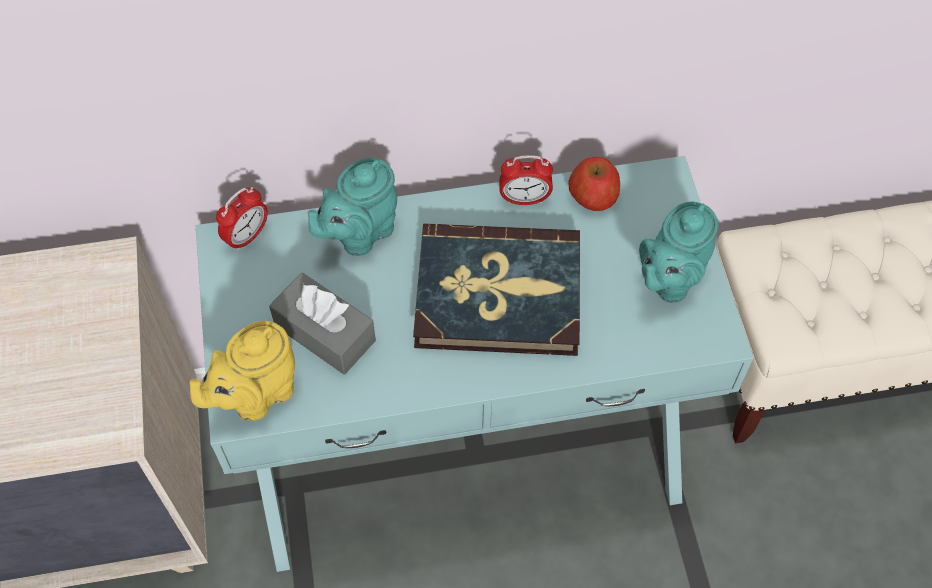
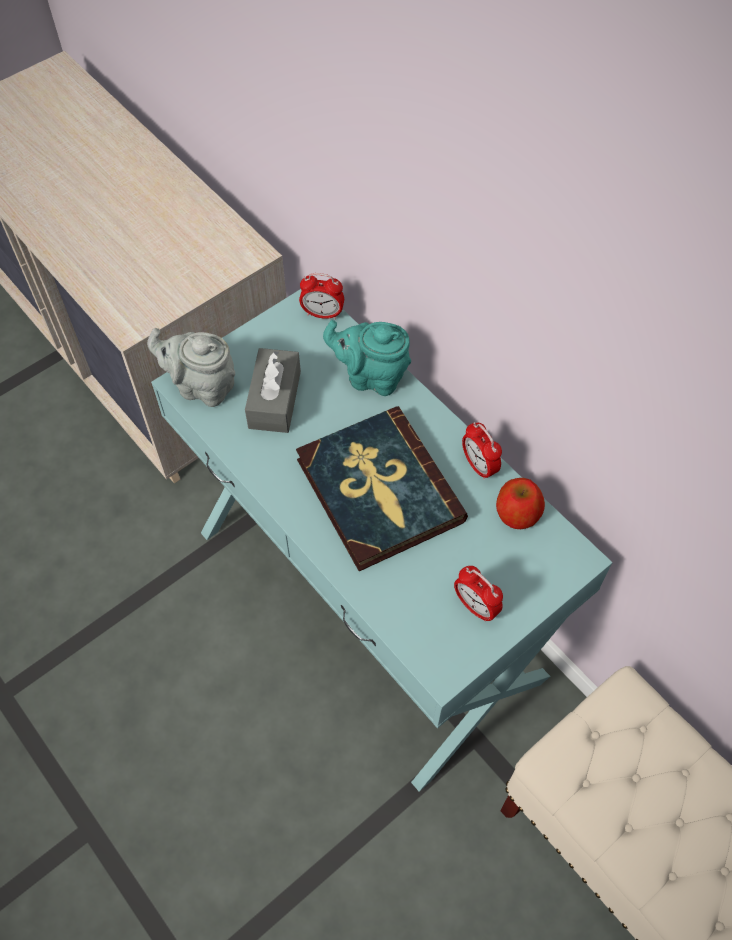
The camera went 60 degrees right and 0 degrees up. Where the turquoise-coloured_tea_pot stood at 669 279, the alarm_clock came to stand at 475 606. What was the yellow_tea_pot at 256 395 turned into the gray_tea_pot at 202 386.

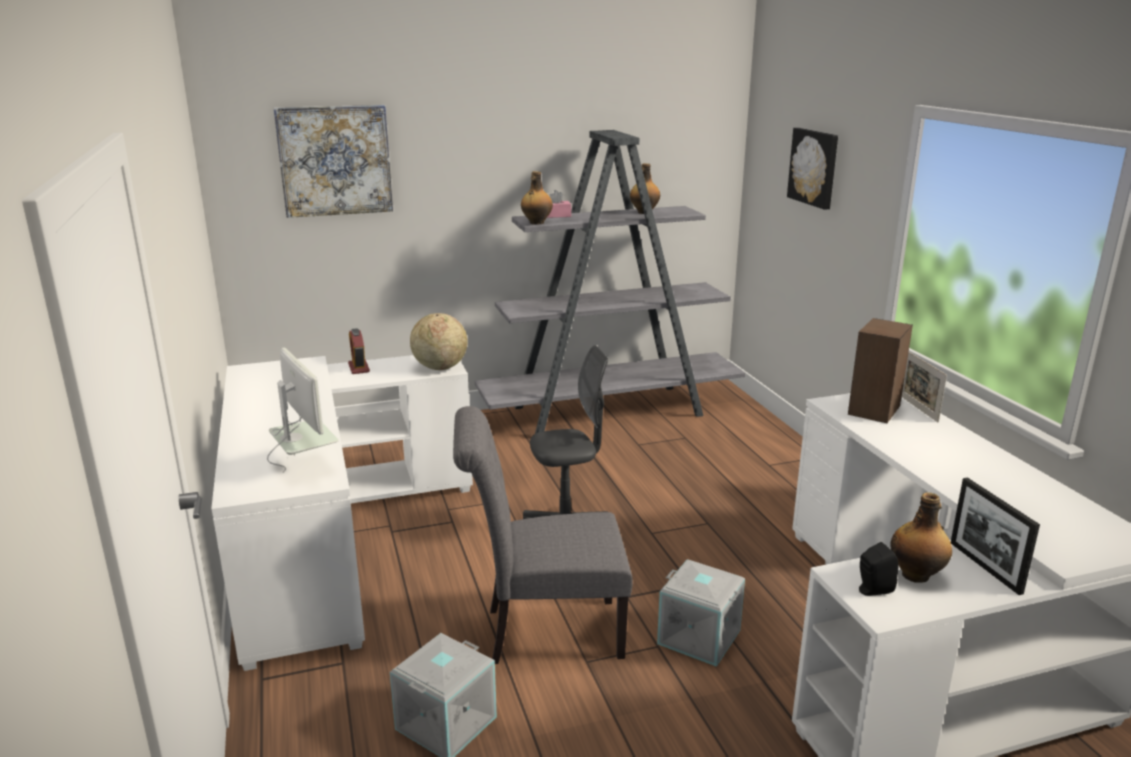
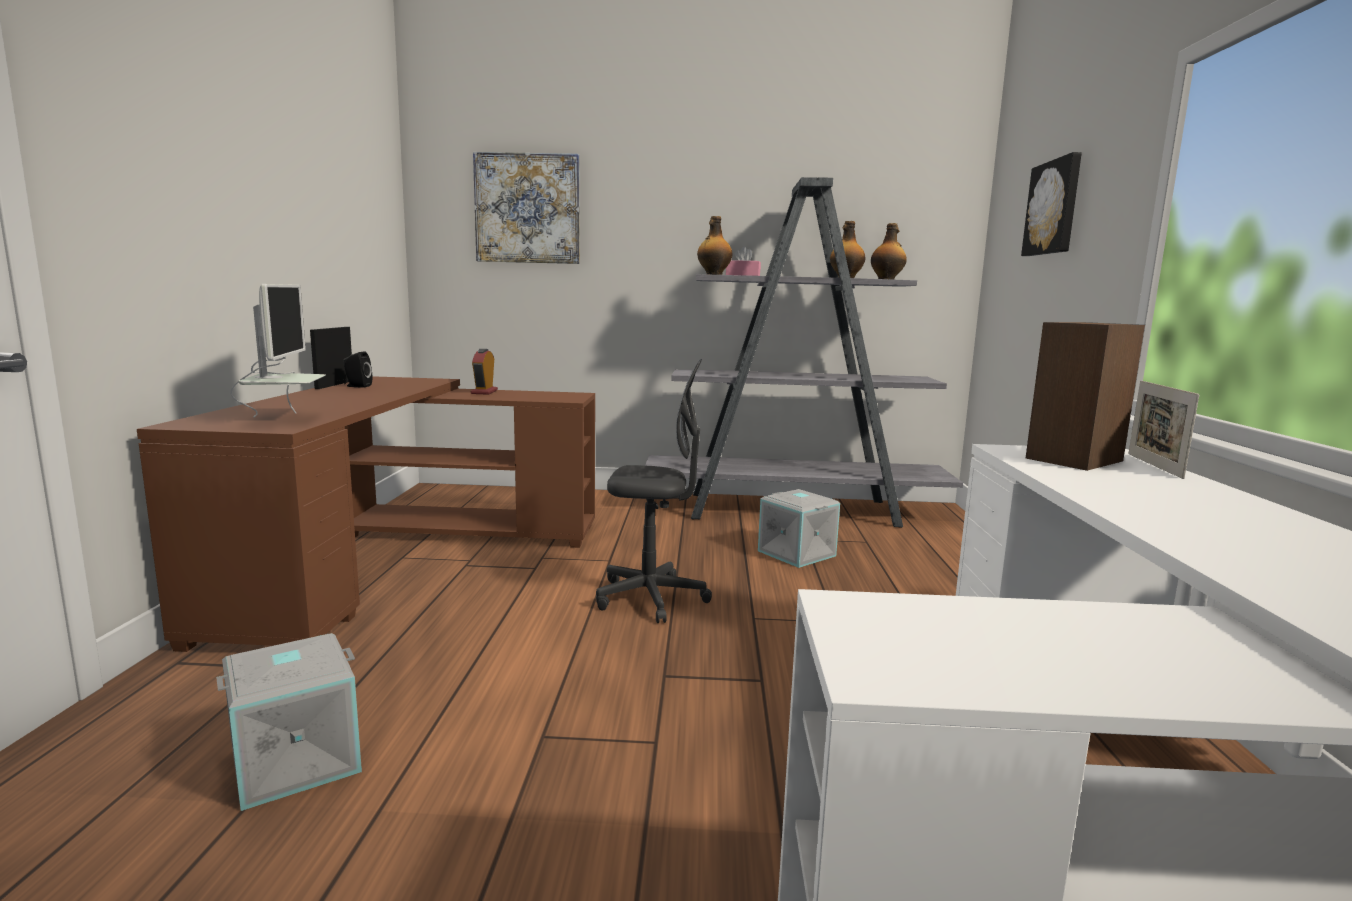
The camera went 20 degrees right and 10 degrees down. The second view lost the globe at 440 368. What was the white-coloured_desk_unit at 329 538 turned into the brownish_desk_unit at 401 559. The second view lost the gray_chair at 544 632. The standing_frame ended up elsewhere, having gone from 985 567 to 335 384. The bottle ended up elsewhere, having gone from 916 575 to 887 279. The blackish_speaker ended up elsewhere, having gone from 872 590 to 357 386. The gray_storage_box ended up elsewhere, having gone from 700 636 to 798 553.

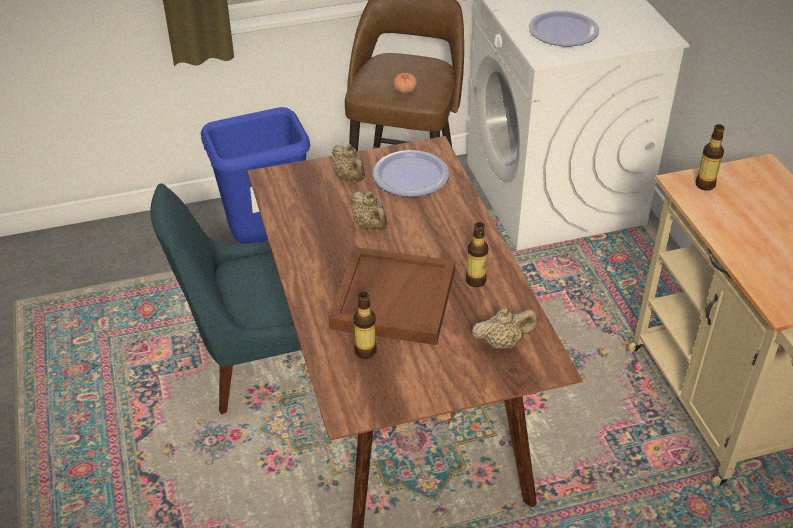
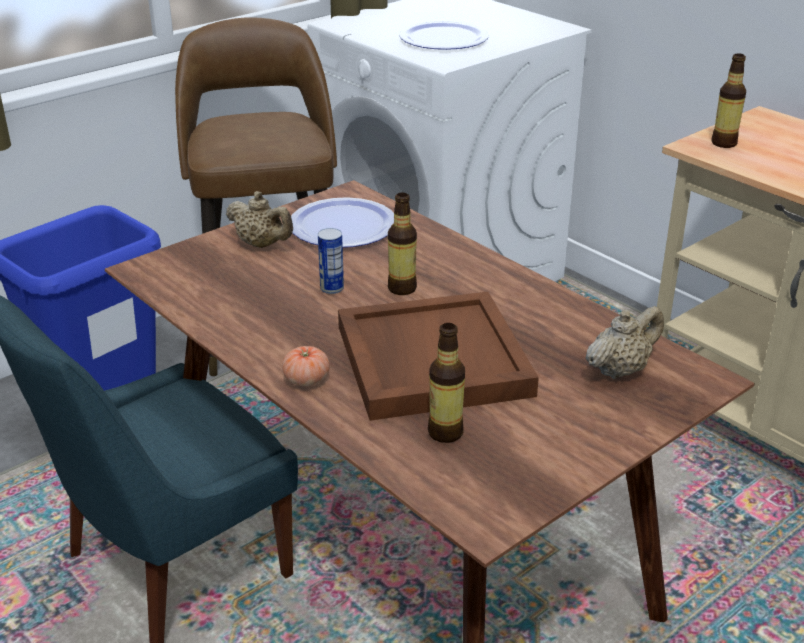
The camera went 25 degrees left and 10 degrees down. The tomato ended up elsewhere, having gone from 405 90 to 306 380. Where the beige-coloured_tea_pot stood at 370 225, the metal_can came to stand at 332 288. The bottle ended up elsewhere, having gone from 475 281 to 402 288.

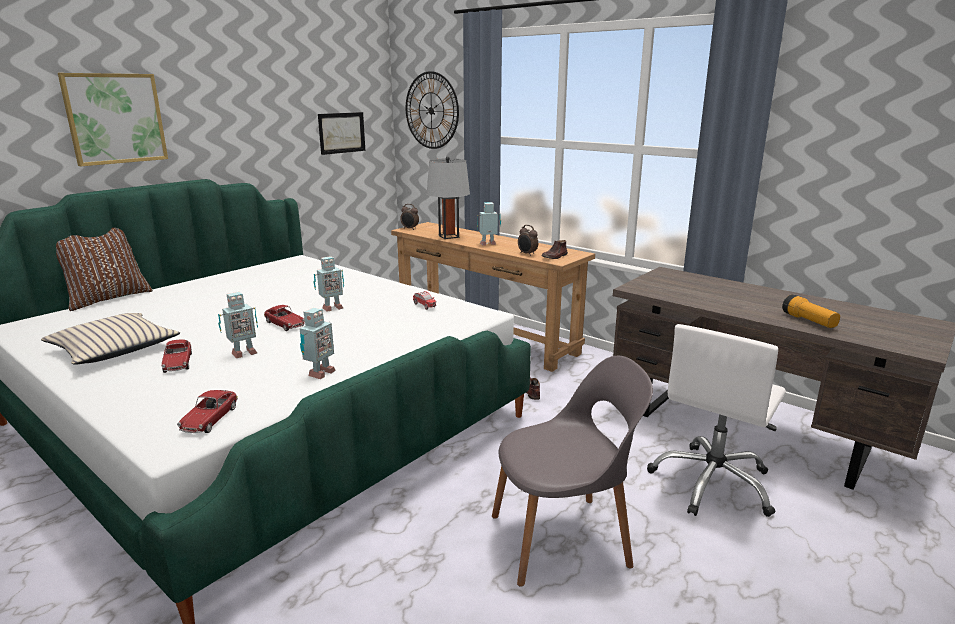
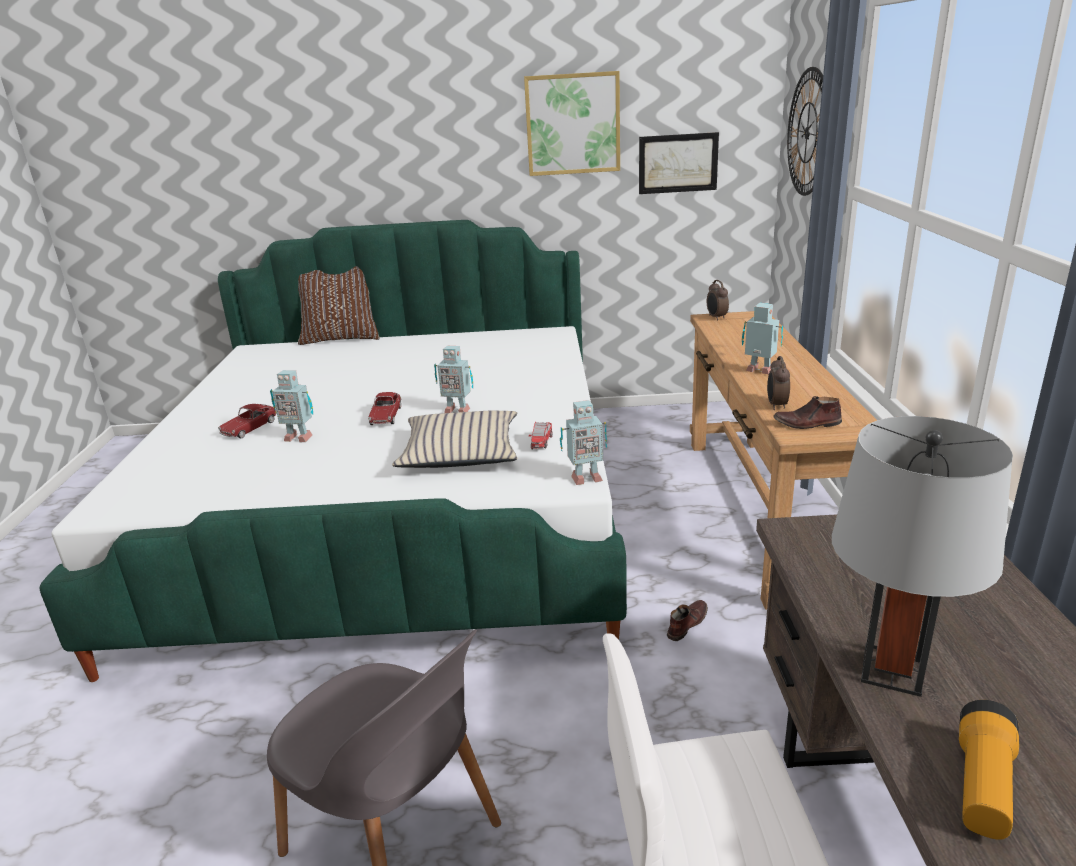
The camera went 50 degrees right and 5 degrees up. The picture ended up elsewhere, having gone from 115 118 to 573 124. The gray_table_lamp ended up elsewhere, having gone from 448 236 to 891 670. The toy_robot ended up elsewhere, having gone from 319 373 to 585 478. The beige-coloured_cushion ended up elsewhere, having gone from 113 349 to 460 453. The second view lost the toy_car at 210 419.

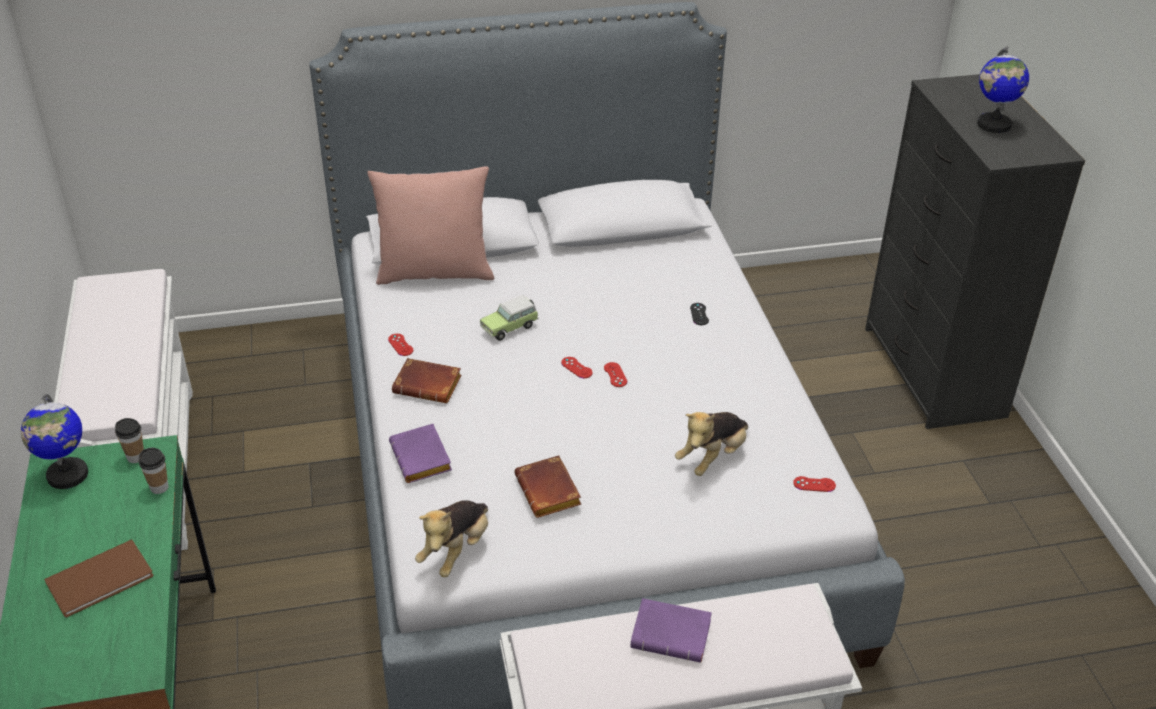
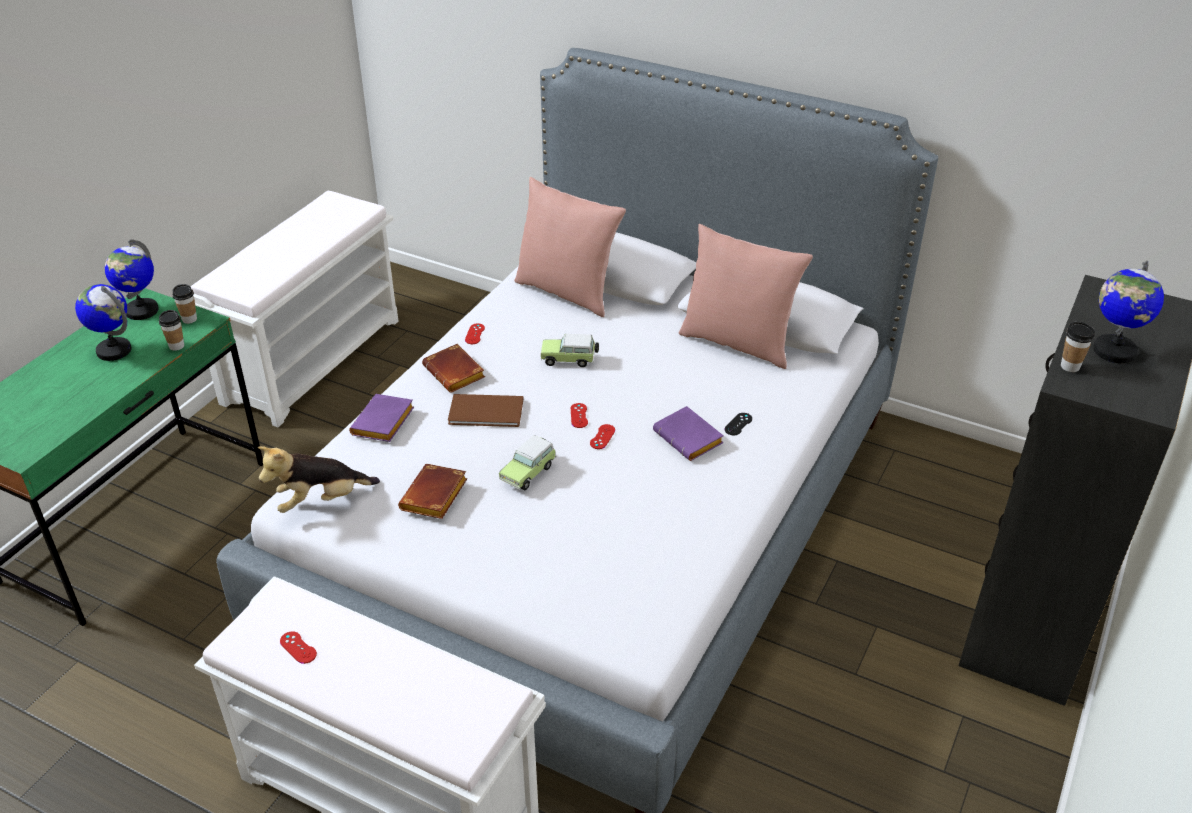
The camera went 40 degrees right and 0 degrees up. The second view lost the cuddly_toy at 712 457. The red_gamepad ended up elsewhere, having gone from 814 484 to 298 647. The brownish_book ended up elsewhere, having gone from 103 579 to 488 413. The purplish_book ended up elsewhere, having gone from 673 634 to 690 439. The second view gained the pink-coloured_cushion at 738 343. The second view gained the globe at 114 350. The second view gained the drinking_cup at 1070 366. The second view gained the toy_car at 529 472.

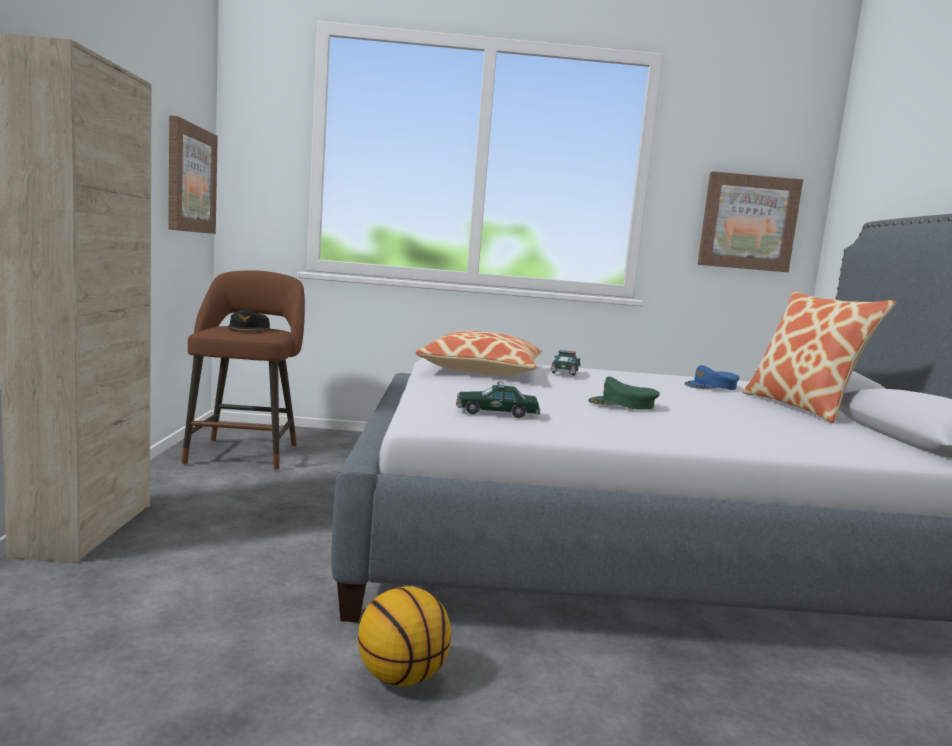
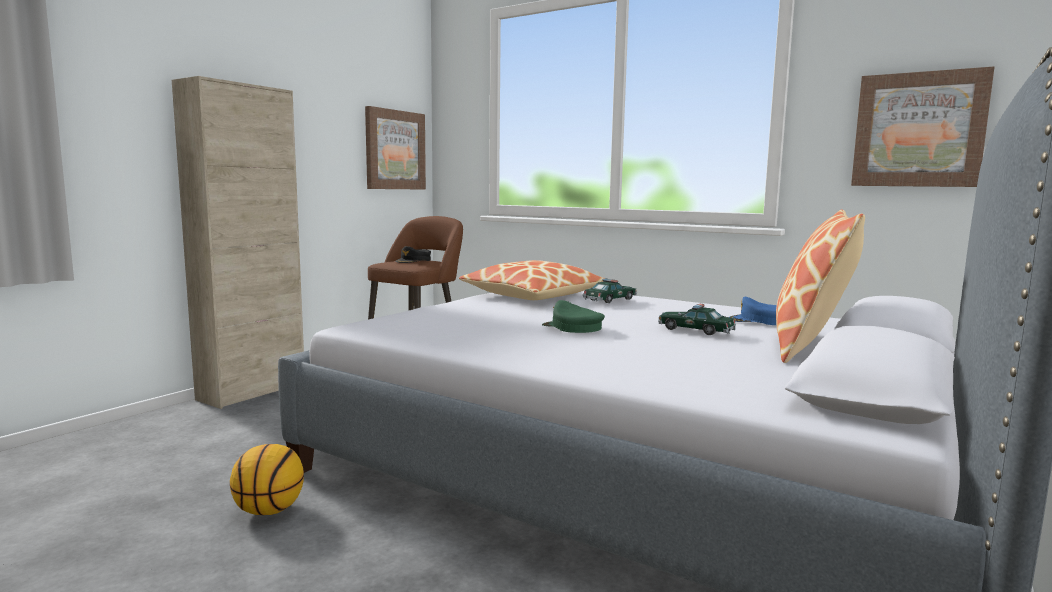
The camera went 35 degrees right and 0 degrees up. The toy_car ended up elsewhere, having gone from 496 412 to 695 330.

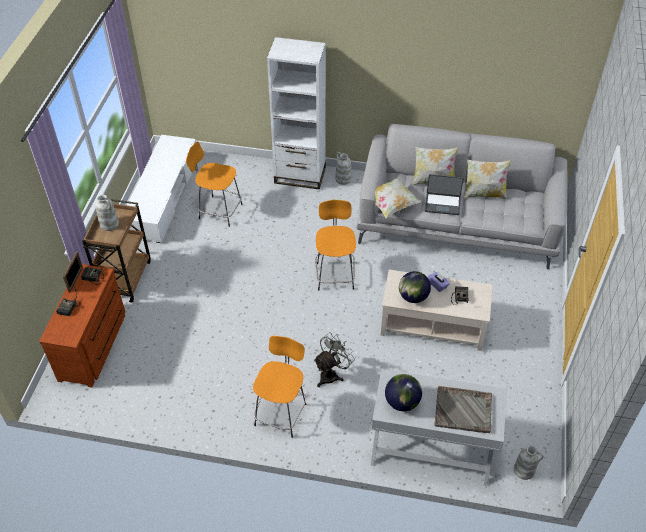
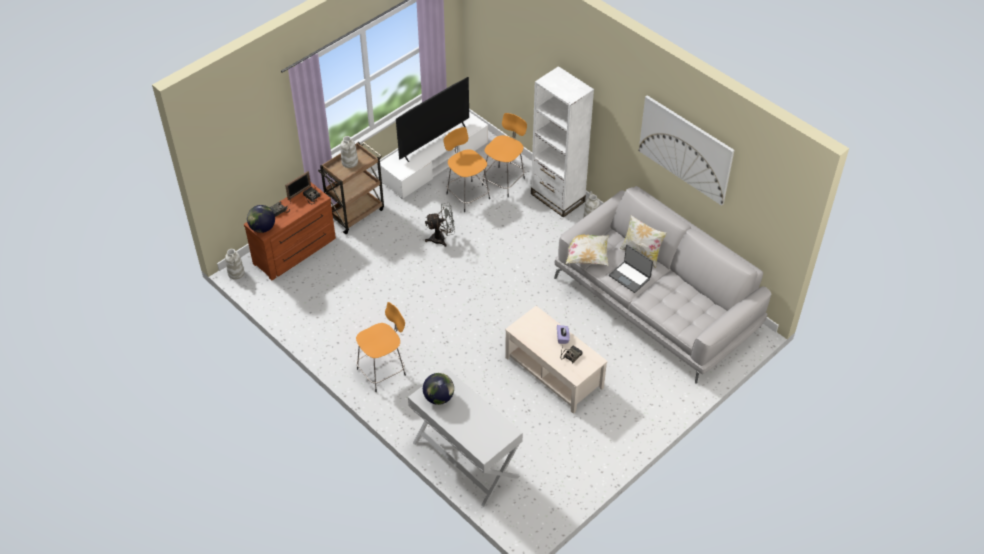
The camera went 35 degrees right and 0 degrees up. The second view lost the cushion at 484 194. The orangey_stool ended up elsewhere, having gone from 335 274 to 504 181. The globe ended up elsewhere, having gone from 413 297 to 262 228. The gray_fan ended up elsewhere, having gone from 331 374 to 442 238. The second view lost the gray_serving_tray at 463 410. The white-coloured_flower_vase ended up elsewhere, having gone from 524 470 to 236 273. The second view gained the TV_set at 434 141. The second view gained the picture at 685 149.

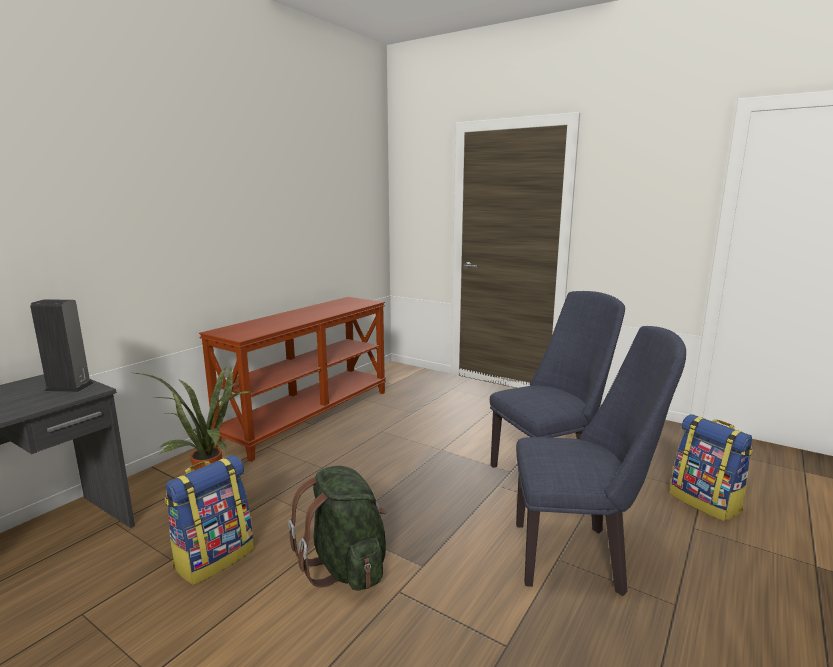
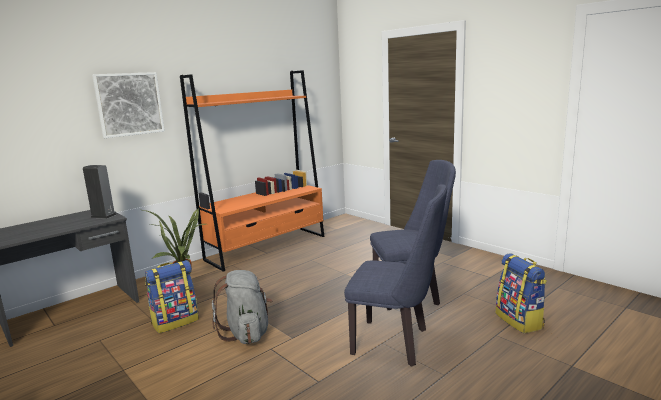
The camera went 15 degrees right and 0 degrees up. Where the brownish_console_table stood at 308 416, the orangey_bookcase came to stand at 267 247. What was the green_backpack at 346 566 turned into the gray_backpack at 247 333. The second view gained the picture at 129 104.

